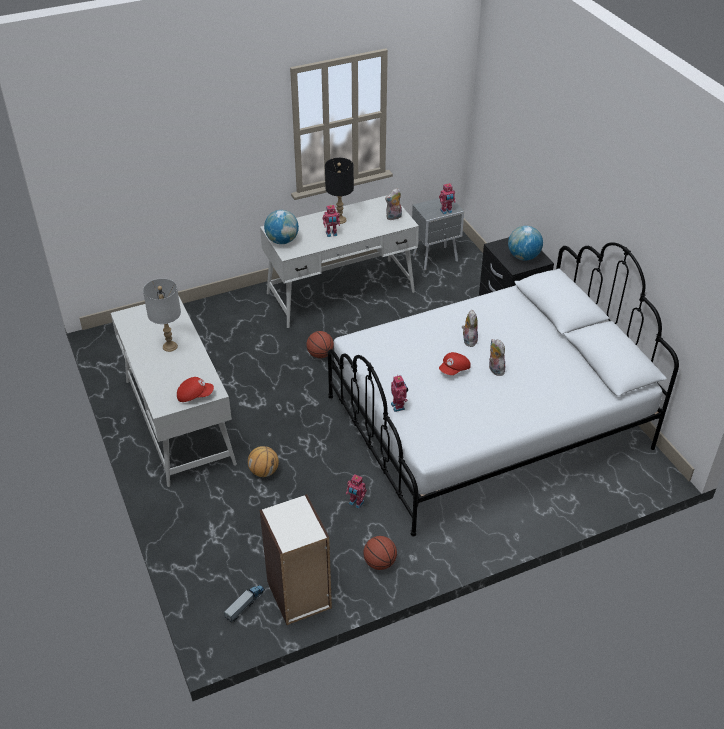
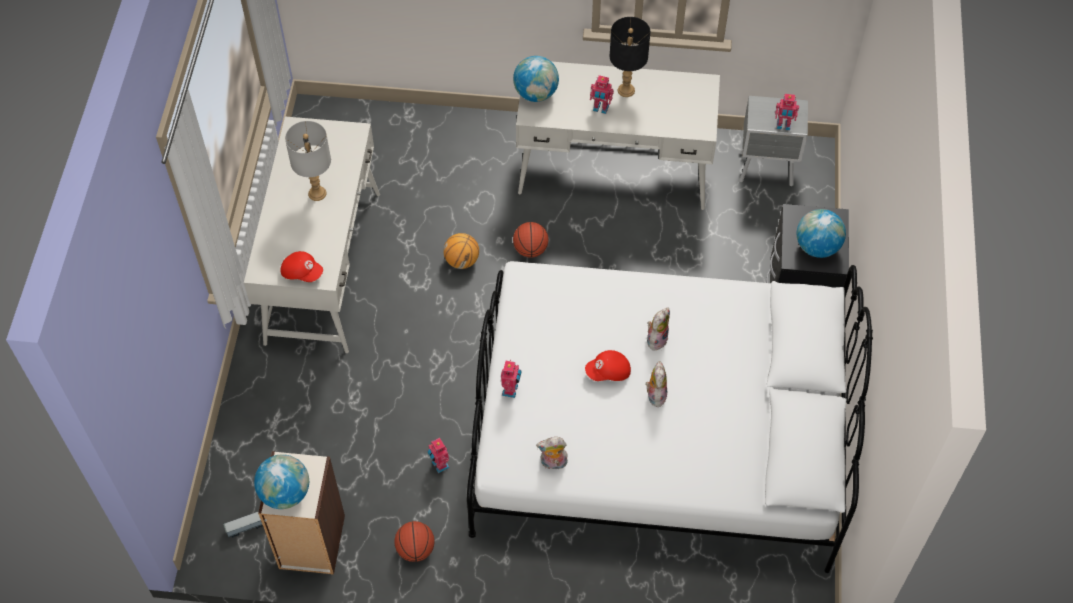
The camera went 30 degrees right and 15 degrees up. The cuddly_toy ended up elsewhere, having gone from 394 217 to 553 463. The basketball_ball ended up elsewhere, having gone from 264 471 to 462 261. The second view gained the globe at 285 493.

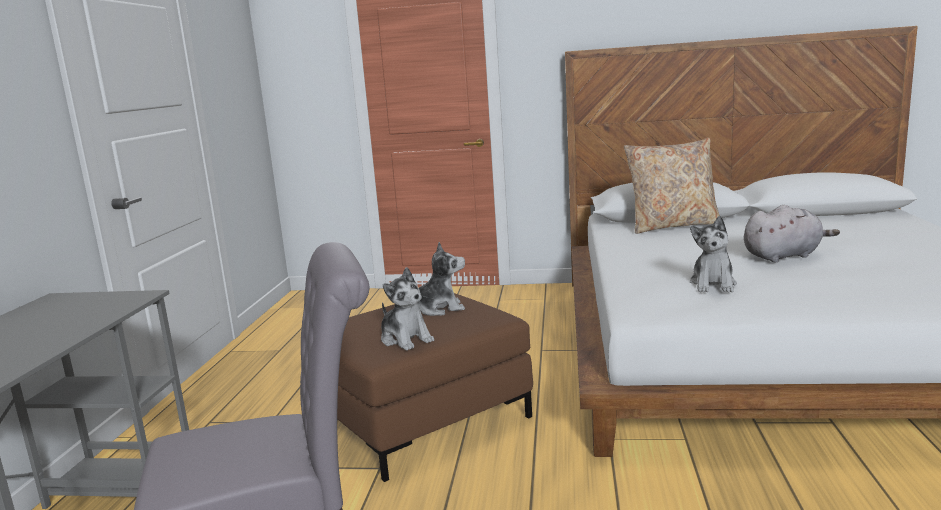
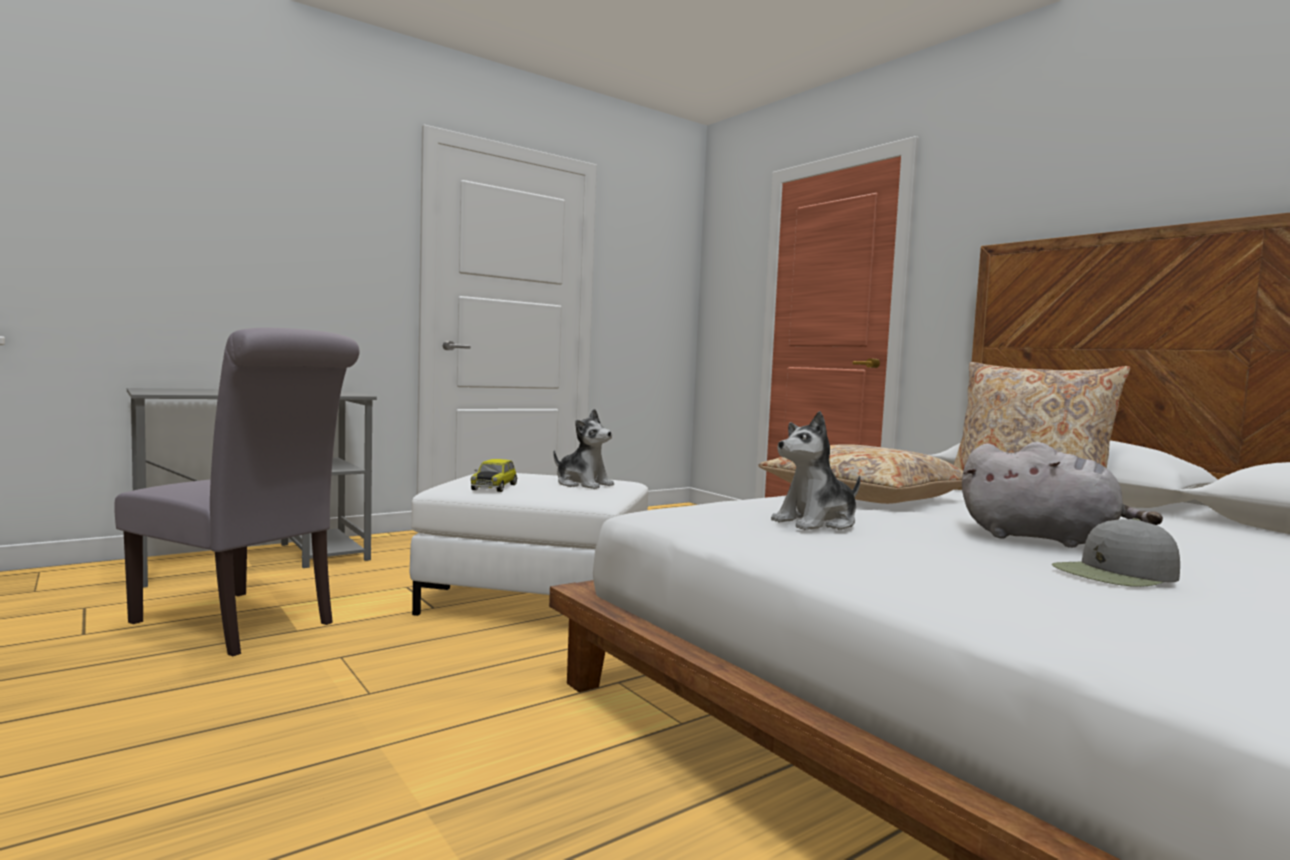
The camera went 45 degrees right and 10 degrees down. Where the cuddly_toy stood at 406 339, the toy_car came to stand at 493 487. What was the brownish_pouffe at 424 419 turned into the white-coloured_pouffe at 538 599. The second view gained the beige-coloured_cushion at 865 496. The second view gained the gray_cap at 1116 574.

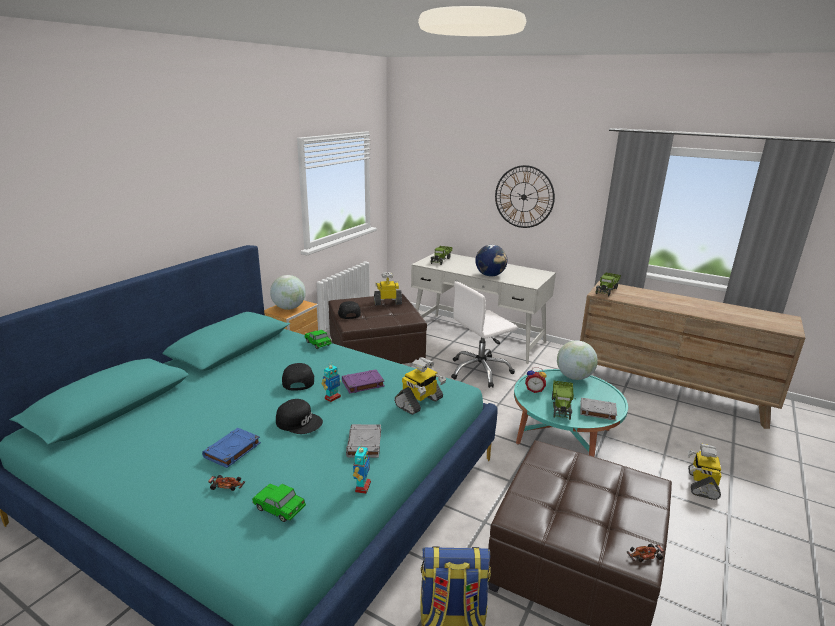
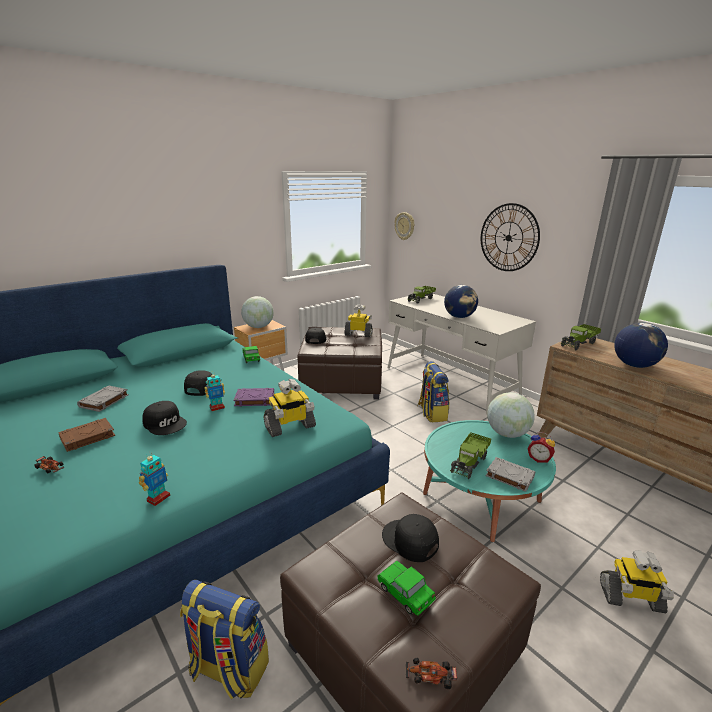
The camera went 20 degrees right and 0 degrees up. Where the white-coloured_office_chair stood at 480 371, the backpack came to stand at 431 413. The alarm_clock ended up elsewhere, having gone from 534 390 to 539 459. The gray_book ended up elsewhere, having gone from 364 444 to 104 401. What was the bluish_book at 232 450 turned into the brownish_book at 87 437. The toy_robot at 701 484 ended up facing another way, 120 degrees counterclockwise from before. The toy_car ended up elsewhere, having gone from 279 509 to 405 594. The second view gained the hanging_clock at 404 226. The second view gained the globe at 634 365. The second view gained the blackish_cap at 409 541.

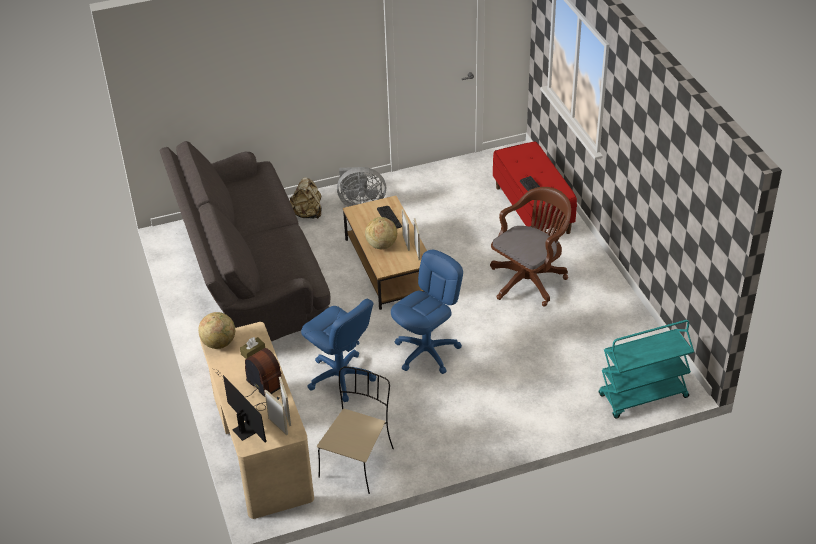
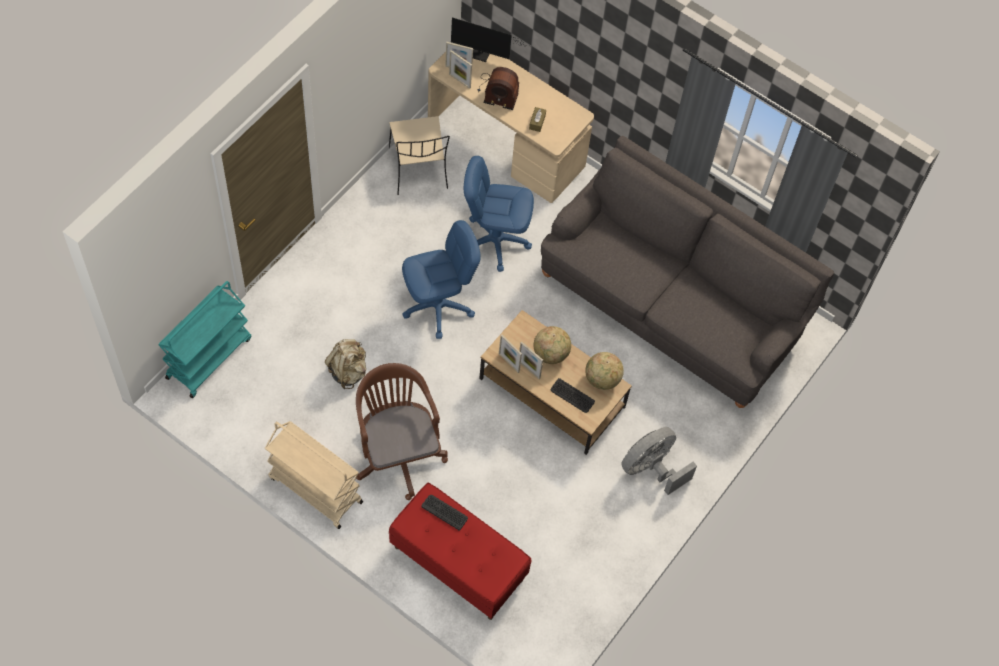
The camera went 140 degrees right and 20 degrees up. The beige-coloured_backpack ended up elsewhere, having gone from 307 214 to 348 371. The brownish_office_chair at 530 279 ended up facing another way, 150 degrees clockwise from before. The bluish_office_chair at 427 352 ended up facing another way, 120 degrees counterclockwise from before. The globe ended up elsewhere, having gone from 219 343 to 602 379. The second view gained the beige-coloured_wheeled_cart at 314 489.

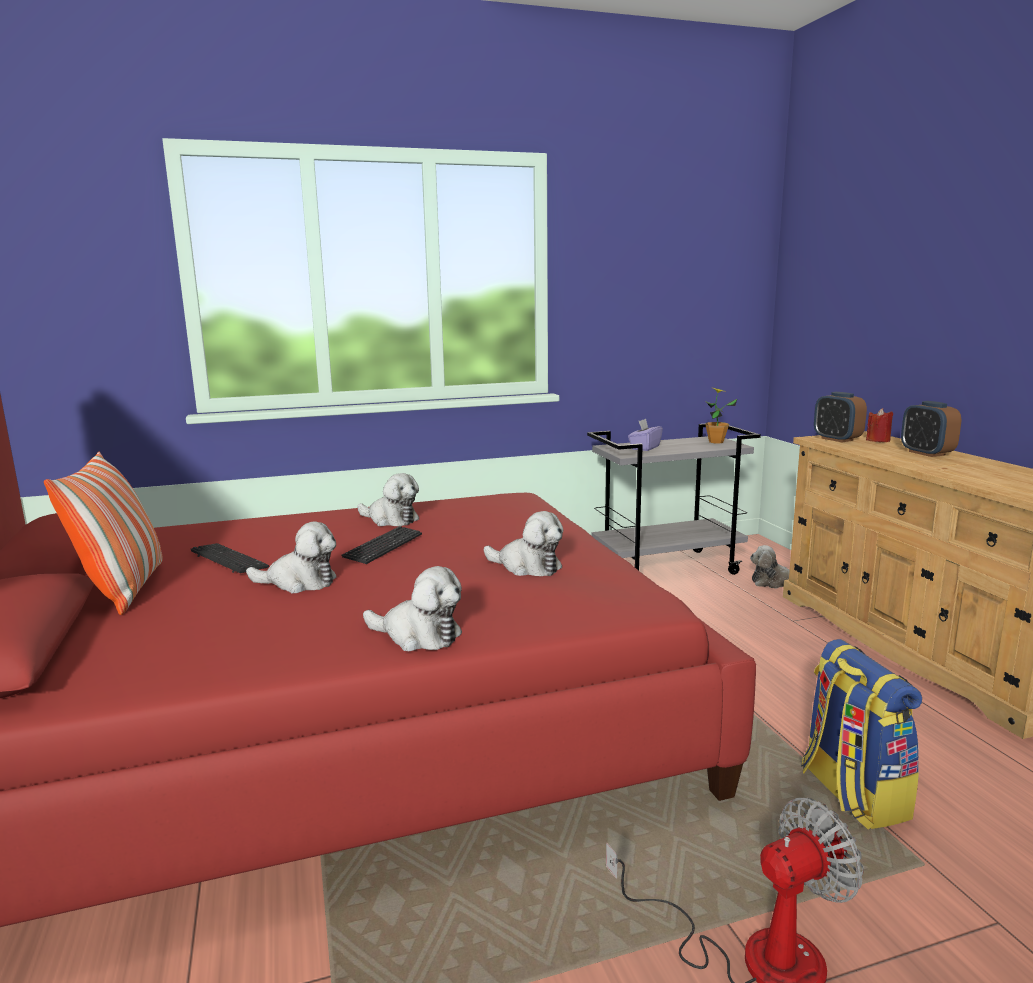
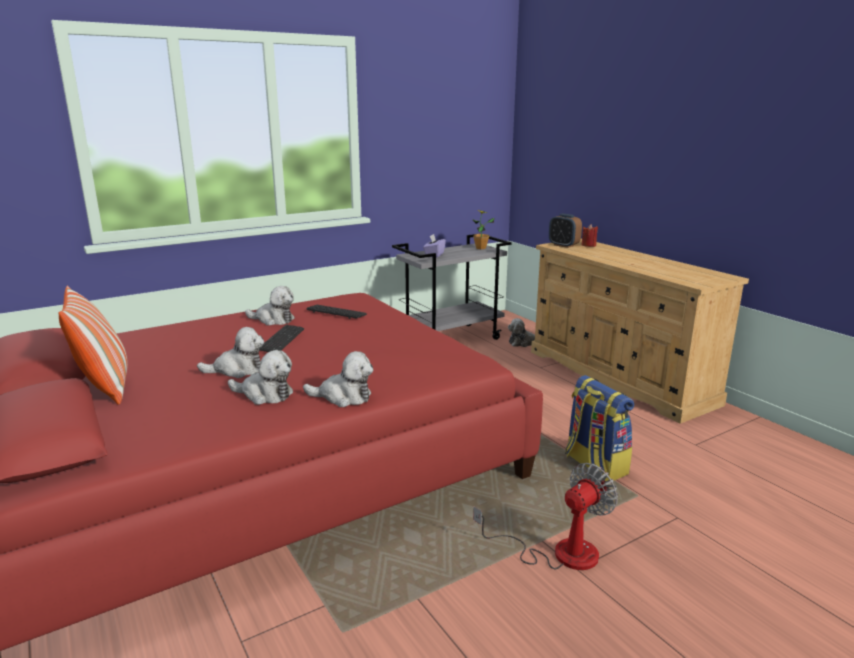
The camera went 15 degrees left and 5 degrees up. The second view lost the alarm_clock at 926 453. The cuddly_toy ended up elsewhere, having gone from 527 567 to 264 394. The PC_keyboard ended up elsewhere, having gone from 229 560 to 336 313.

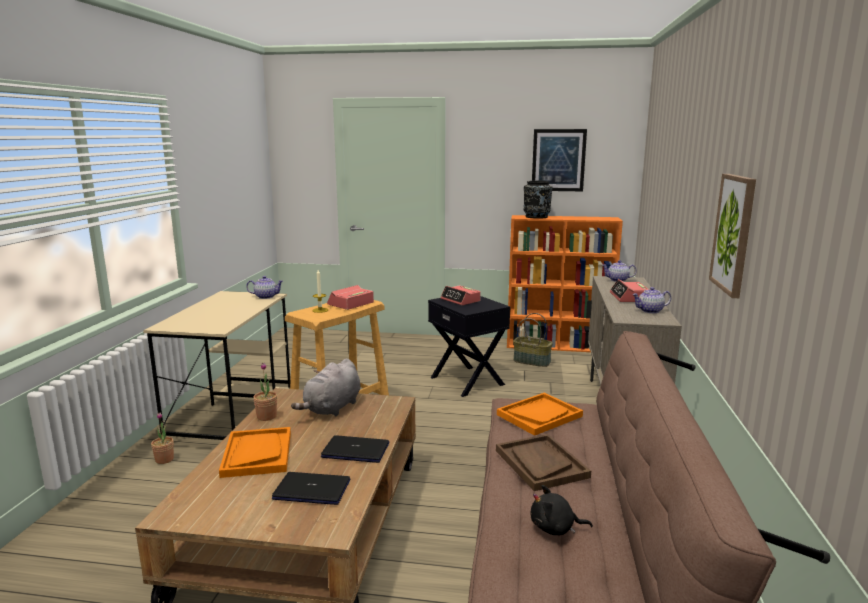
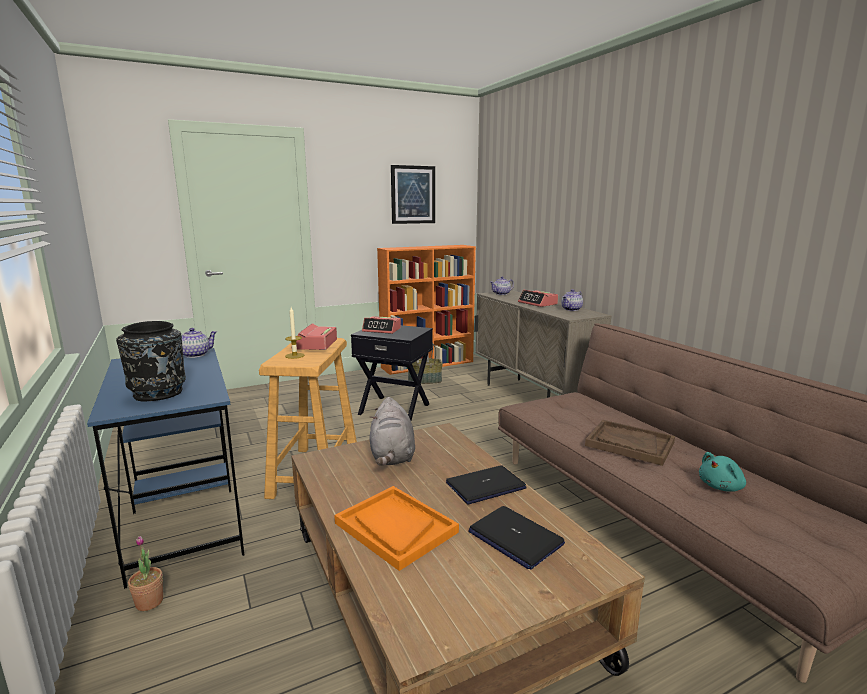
The camera went 35 degrees left and 0 degrees up. The second view lost the picture at 734 233. The blackish_flower_vase ended up elsewhere, having gone from 536 217 to 158 394. What was the beige-coloured_desk_unit at 233 416 turned into the bluish_desk_unit at 184 516. The second view lost the potted_plant at 266 416. The second view lost the orangey_serving_tray at 539 415. The portable_computer at 312 489 ended up facing another way, 105 degrees counterclockwise from before. What was the blackish_cuddly_toy at 555 528 turned into the turquoise-coloured_cuddly_toy at 721 487.

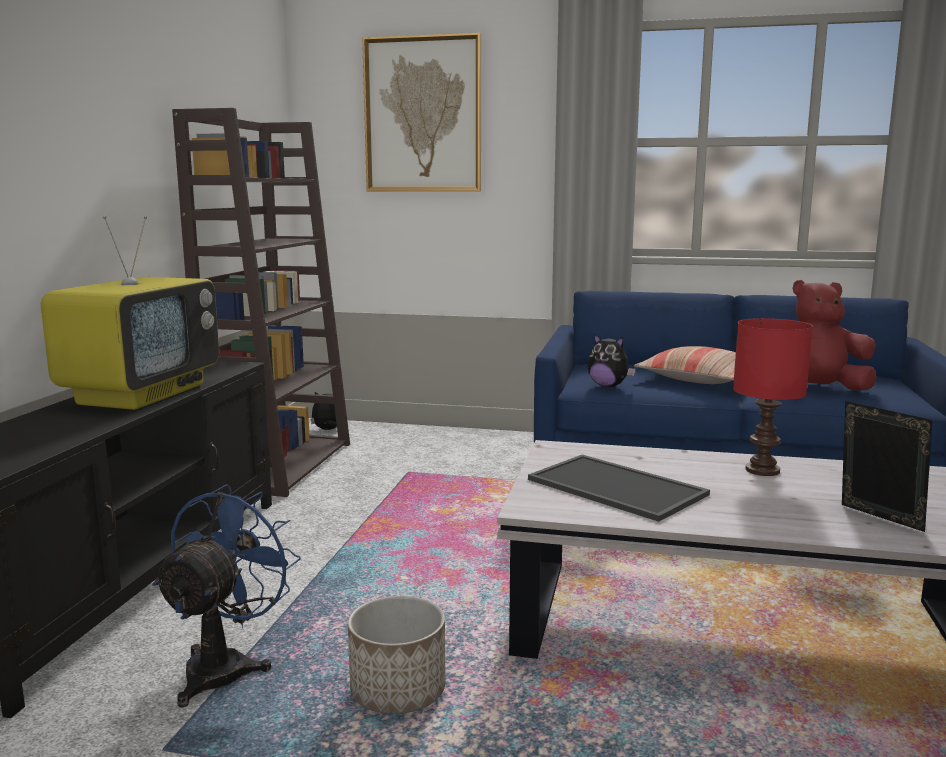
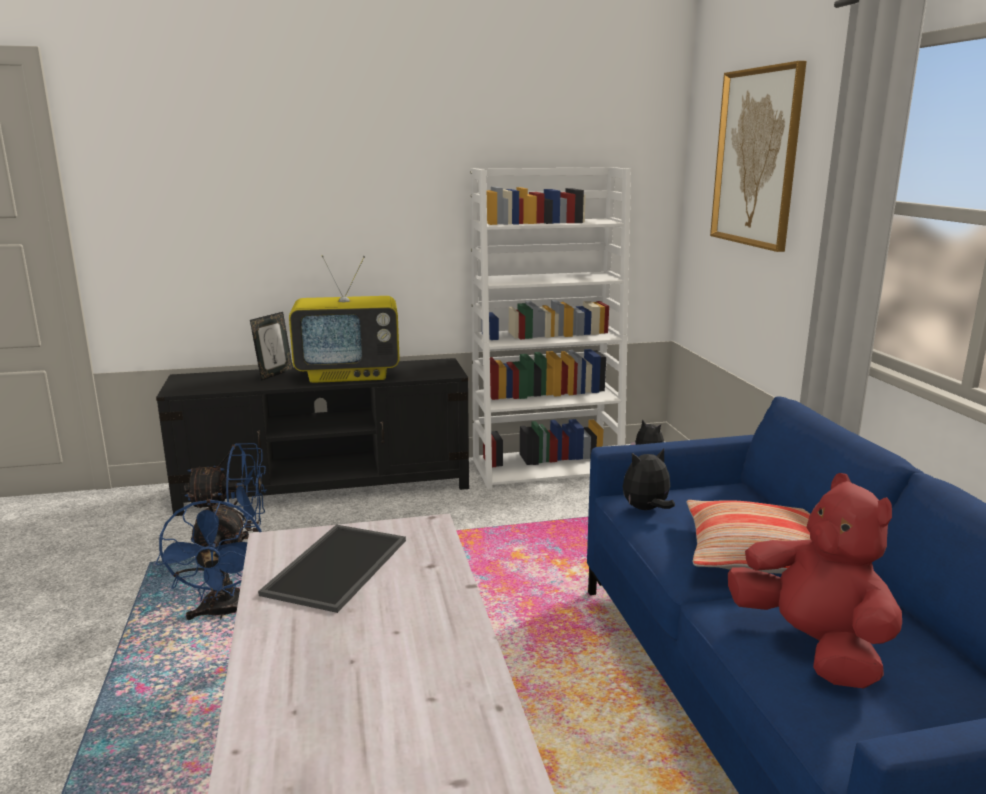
The camera went 65 degrees right and 5 degrees up. What was the brownish_bookcase at 281 464 turned into the white-coloured_bookcase at 547 467. The second view lost the red_table_lamp at 762 470. The cuddly_toy at 608 386 ended up facing another way, 60 degrees clockwise from before. The standing_frame ended up elsewhere, having gone from 877 519 to 274 374. Where the plant_pot stood at 397 691, the bluish_fan came to stand at 222 613.

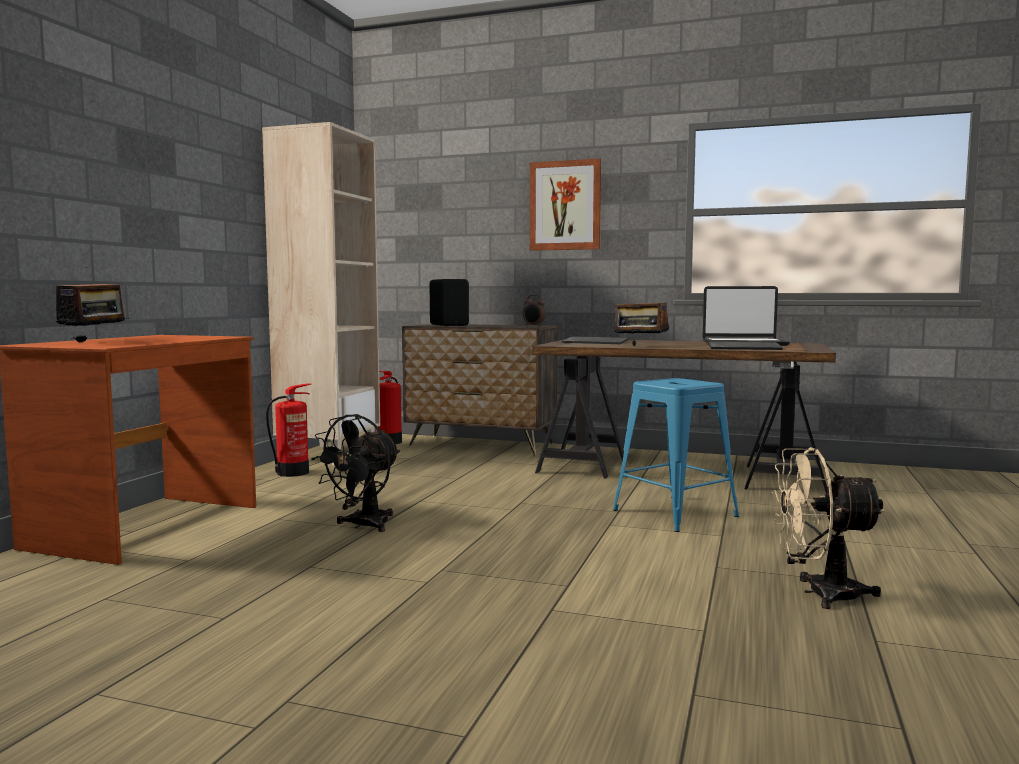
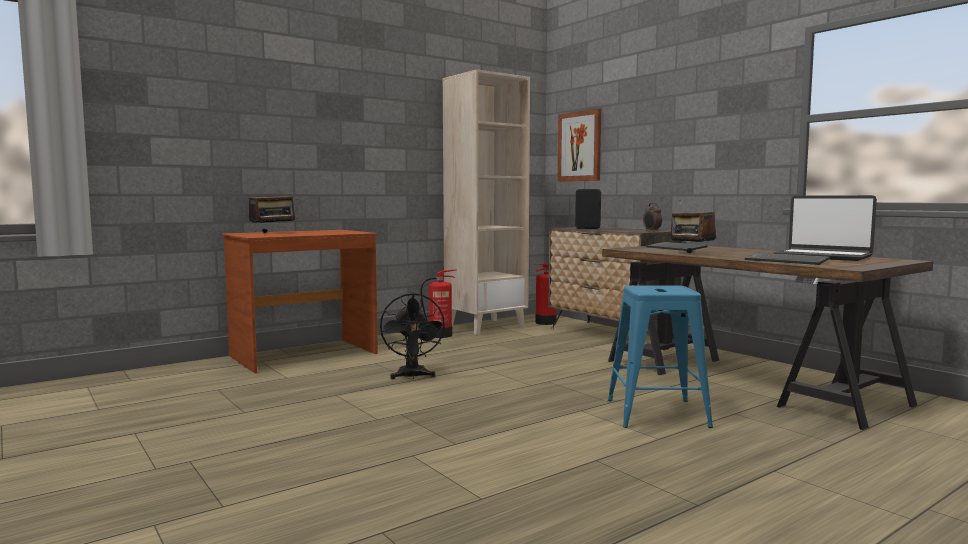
The camera went 35 degrees right and 0 degrees up. The picture ended up elsewhere, having gone from 565 205 to 580 146. The blackish_fan at 363 525 ended up facing another way, 75 degrees counterclockwise from before. The second view lost the beige-coloured_fan at 819 593.

